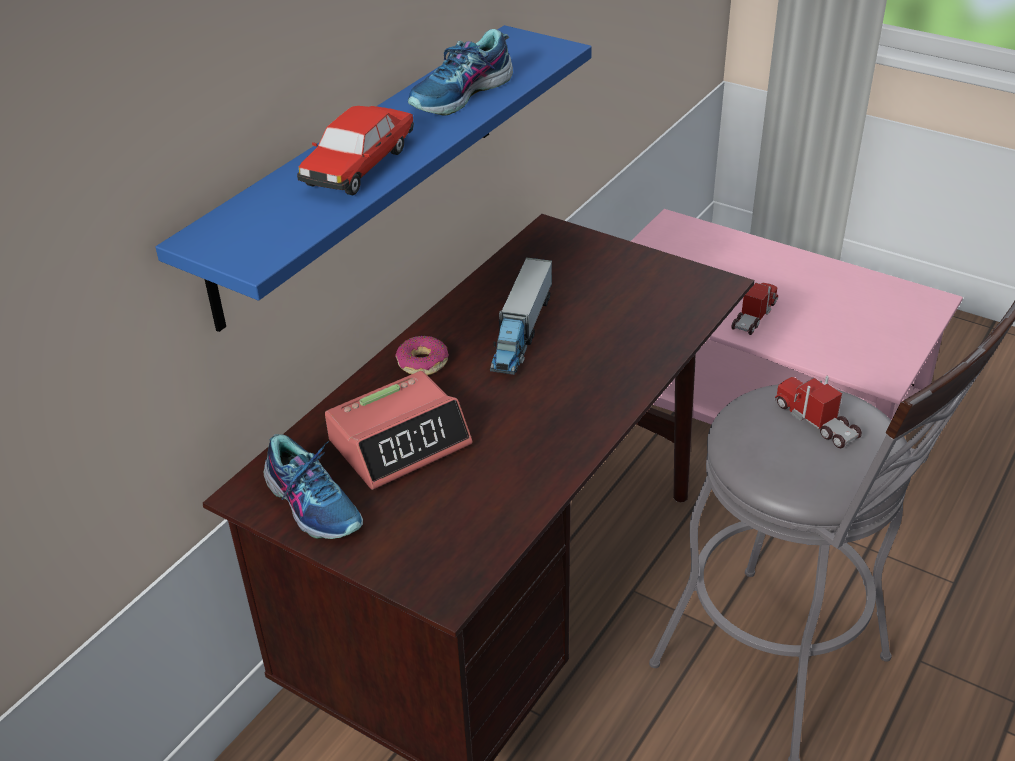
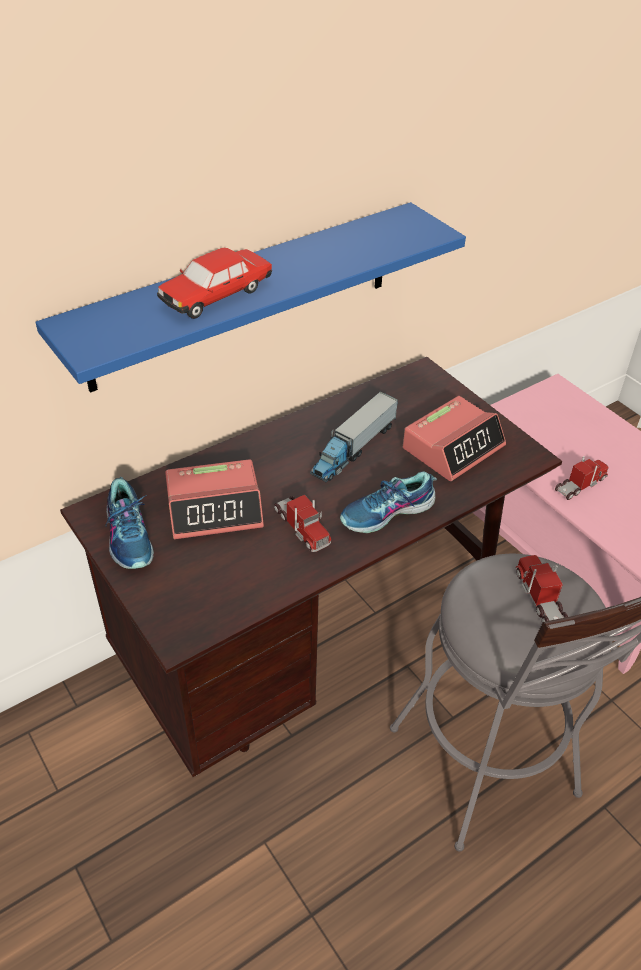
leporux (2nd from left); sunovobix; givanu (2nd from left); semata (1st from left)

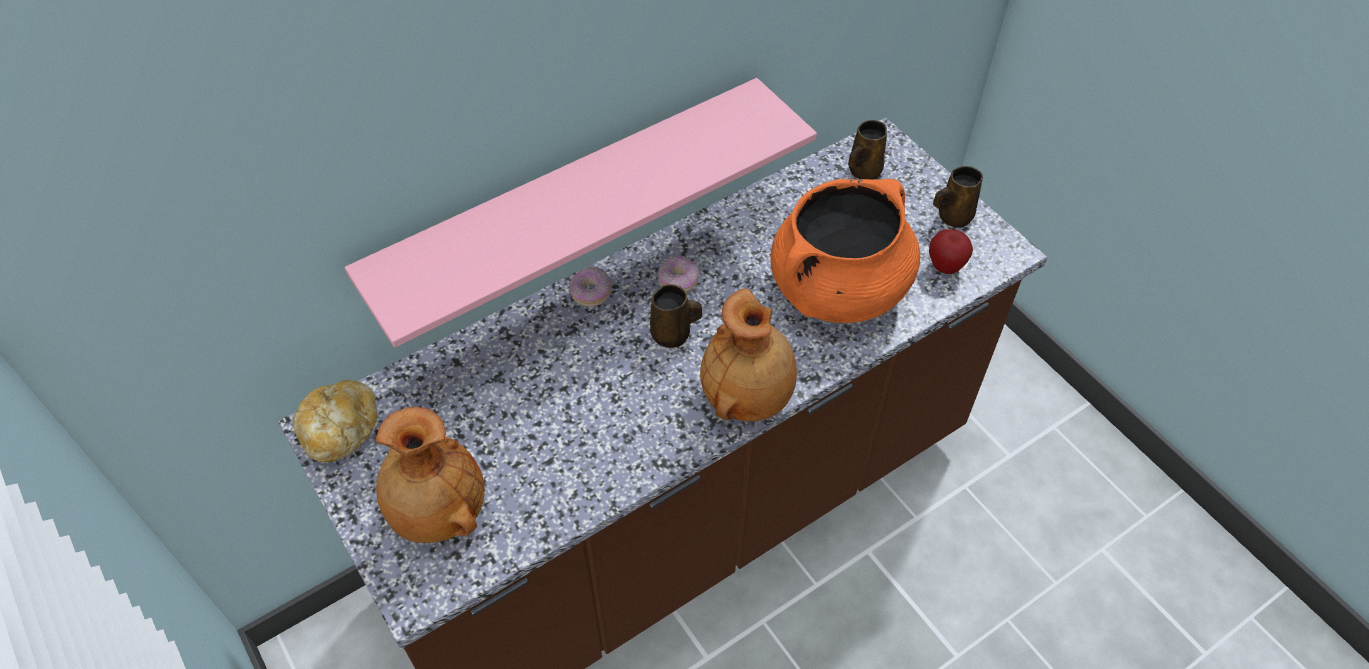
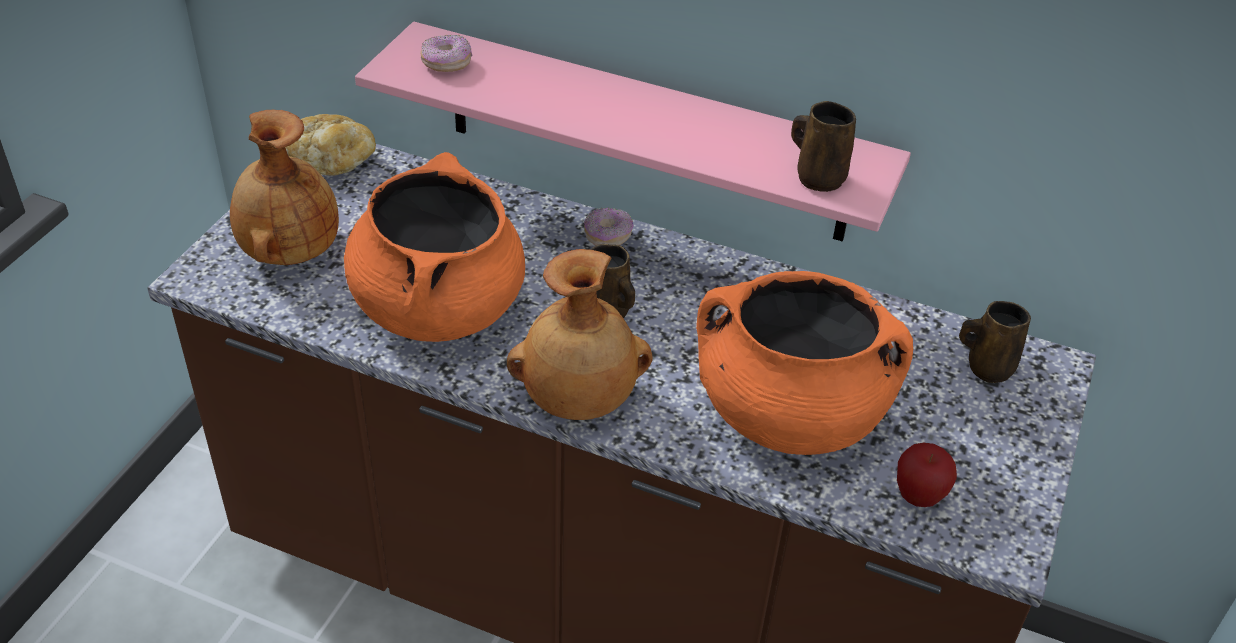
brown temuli (2nd from left); sunovobix (1st from left); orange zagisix (1st from left)

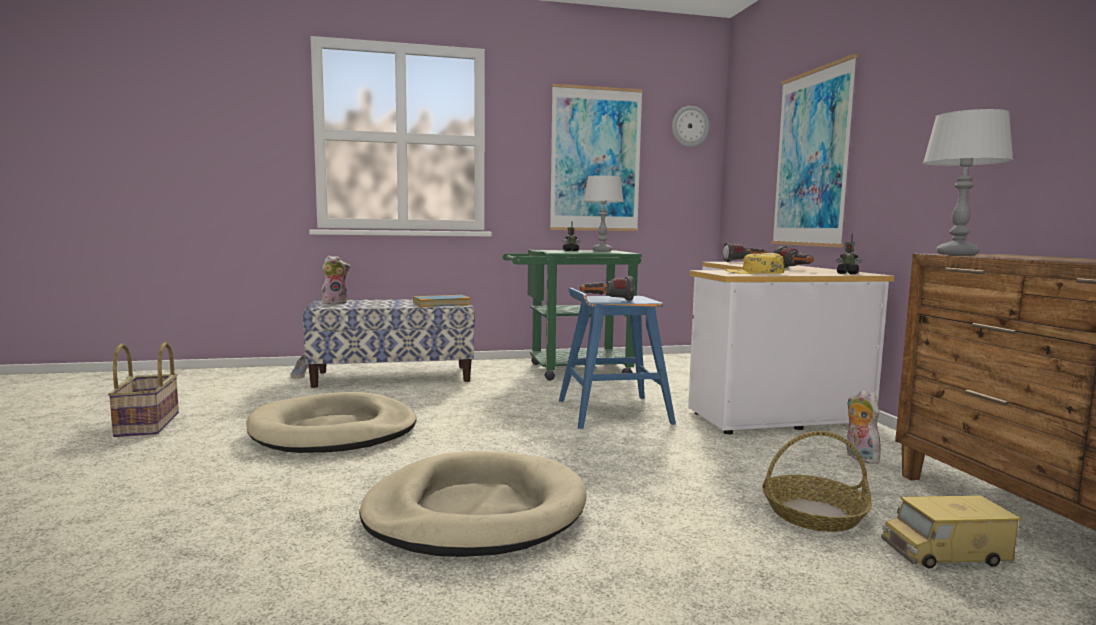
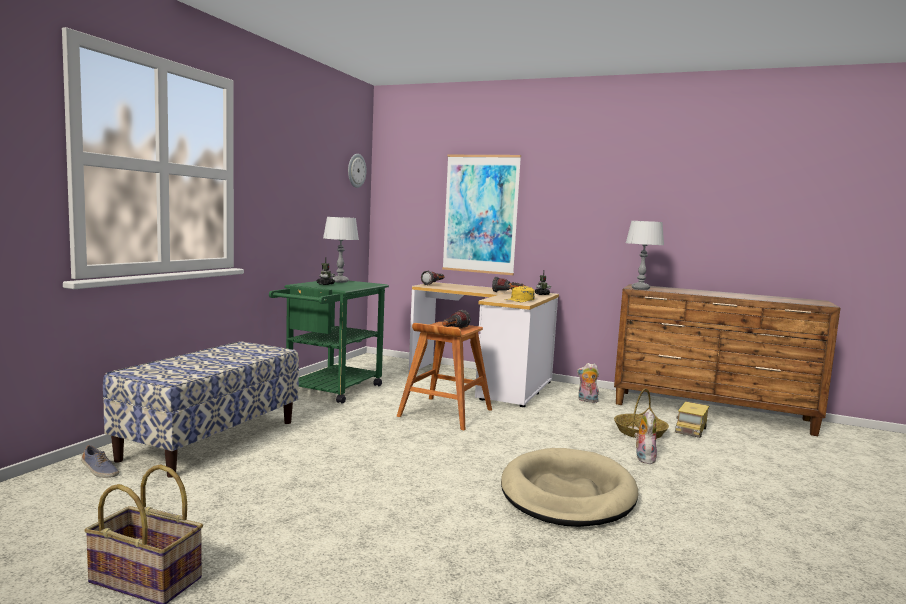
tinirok (1st from left in the first image); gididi (2nd from left); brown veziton; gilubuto; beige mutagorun (1st from left in the first image)

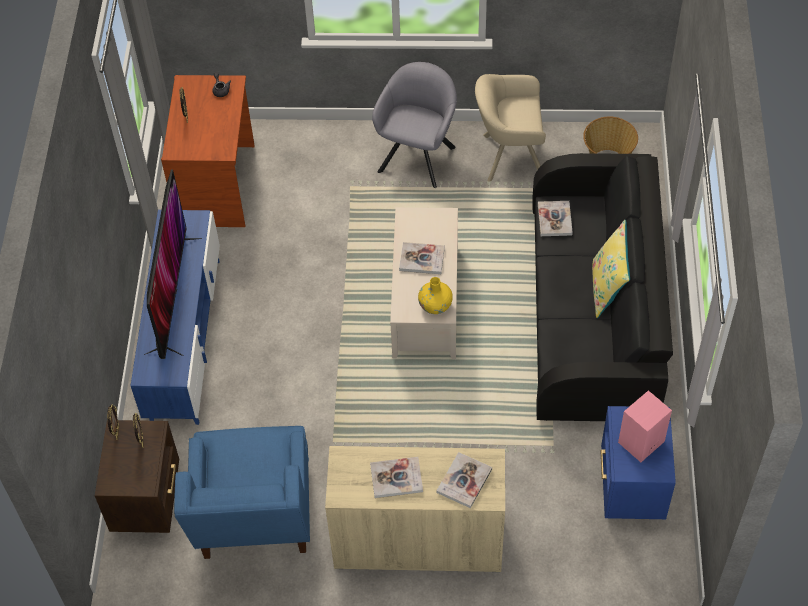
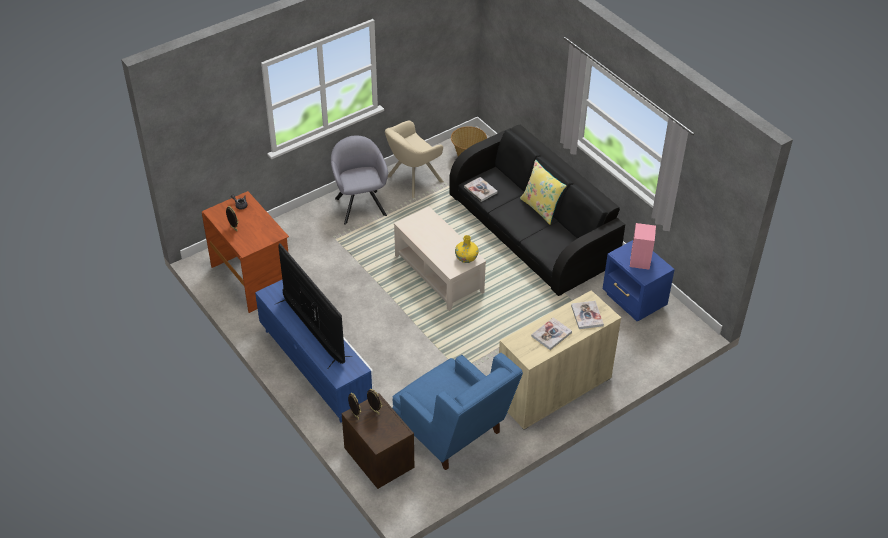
gilubuto (2nd from left in the first image)

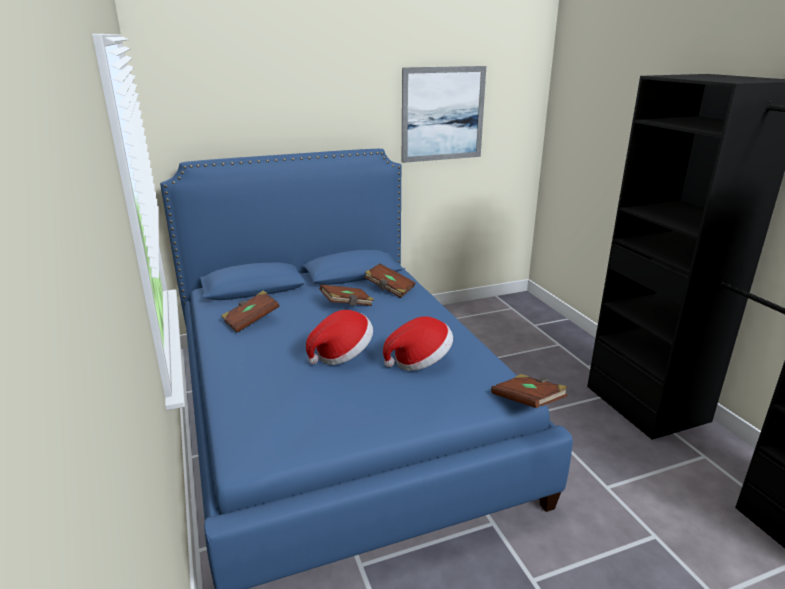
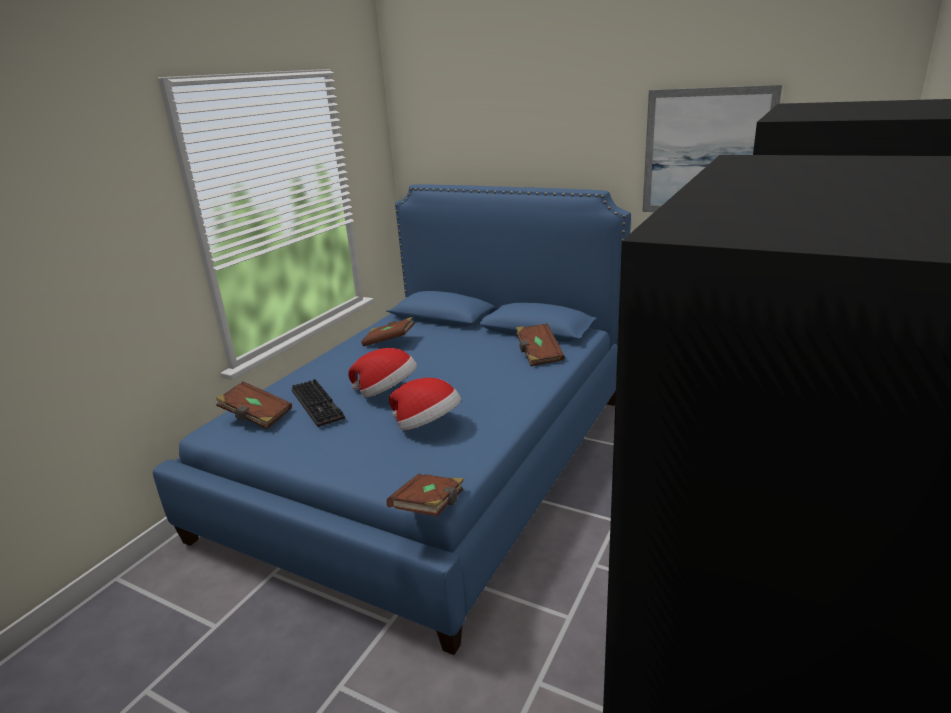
brown gilubuto (1st from left); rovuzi

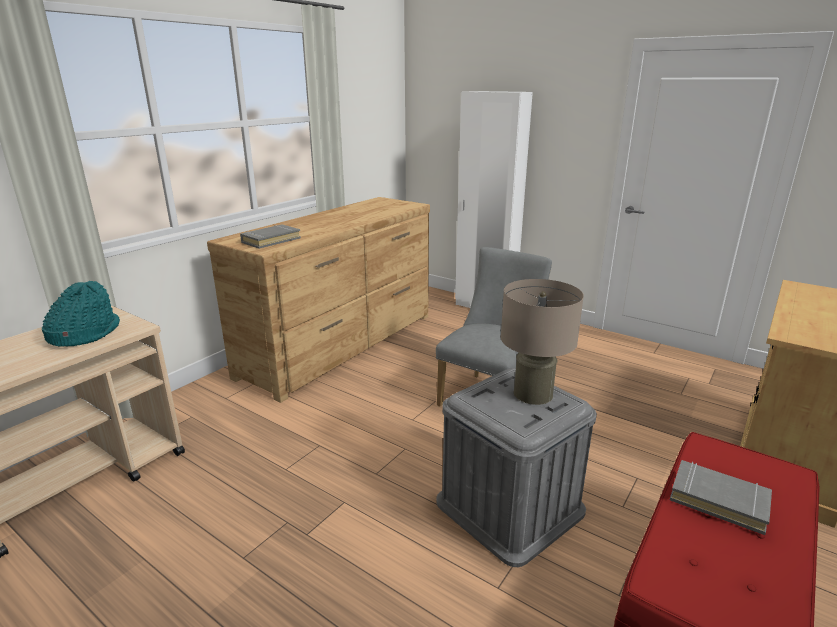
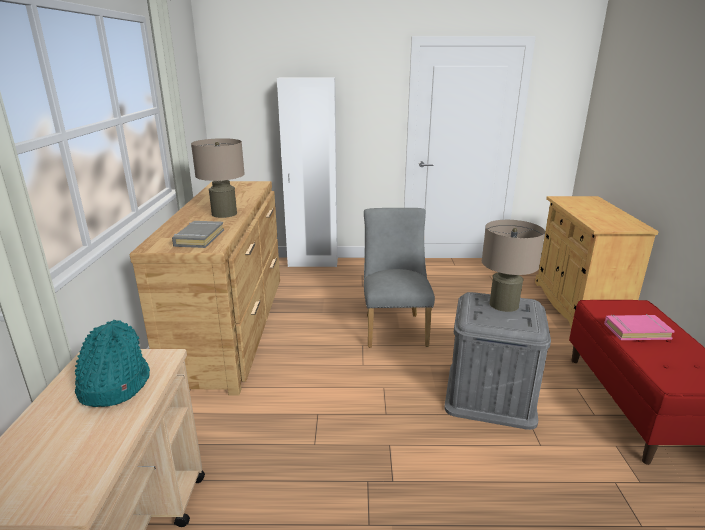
pink gilubuto; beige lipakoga (1st from left)

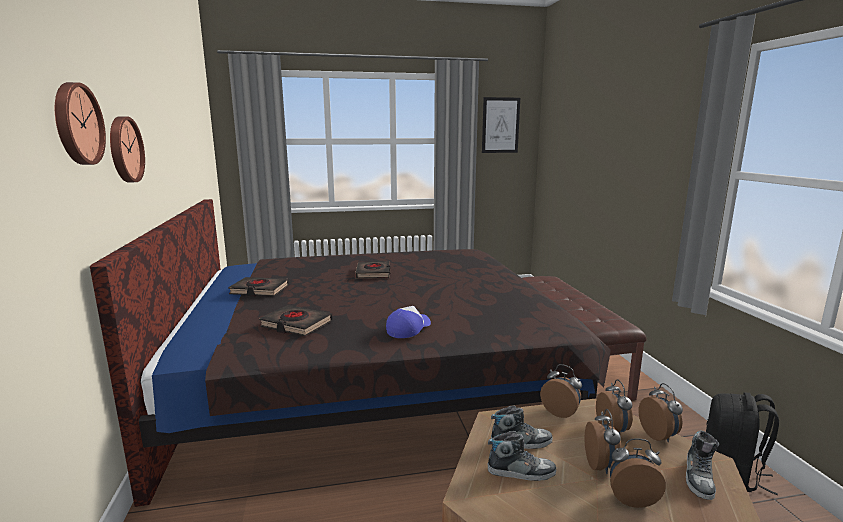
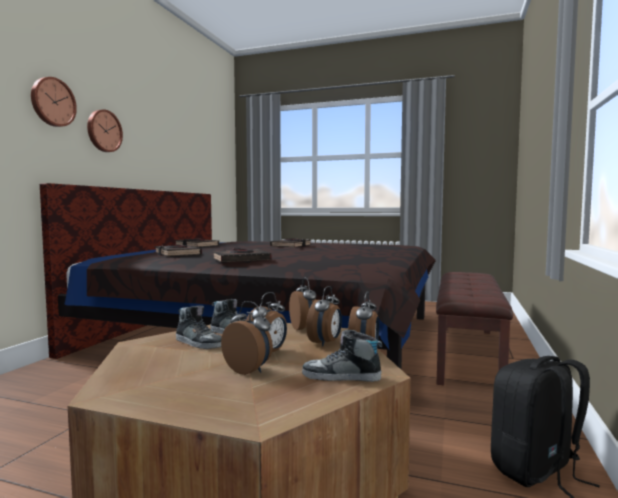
tinirok; black gilubuto (3rd from left); leporux (3rd from left)

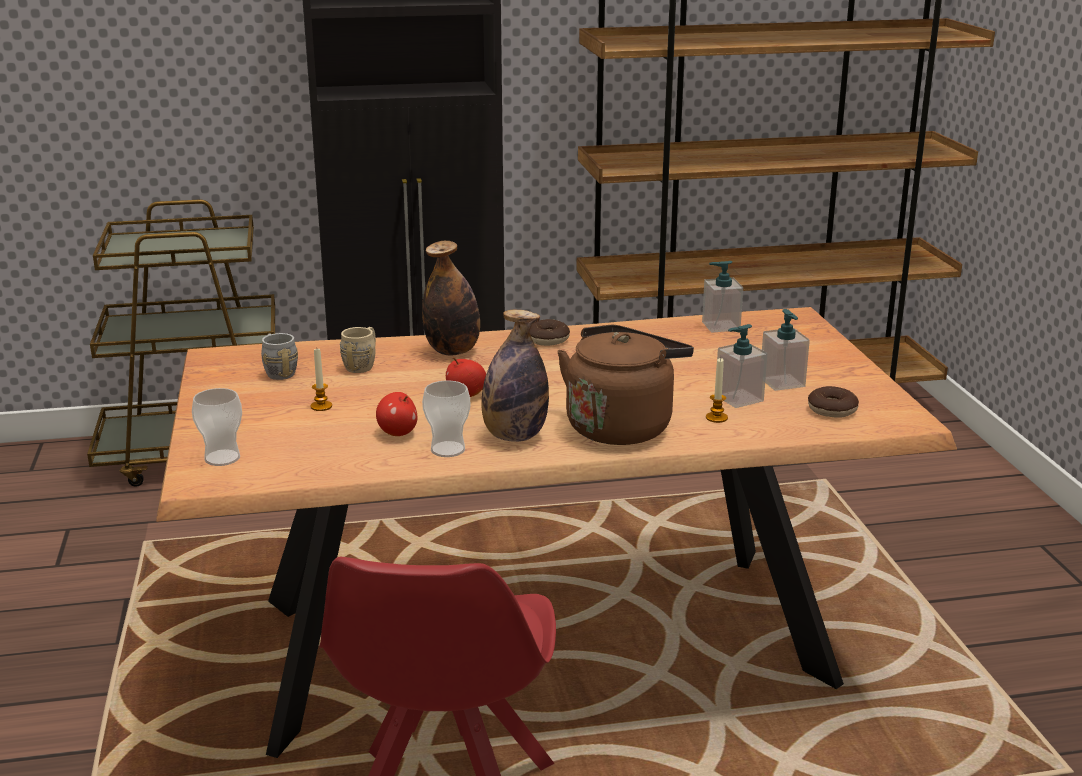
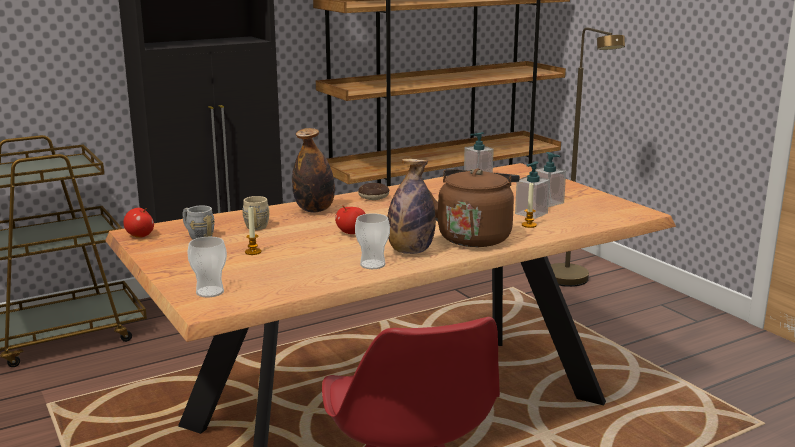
sunovobix (2nd from left in the first image); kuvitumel (1st from left); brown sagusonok

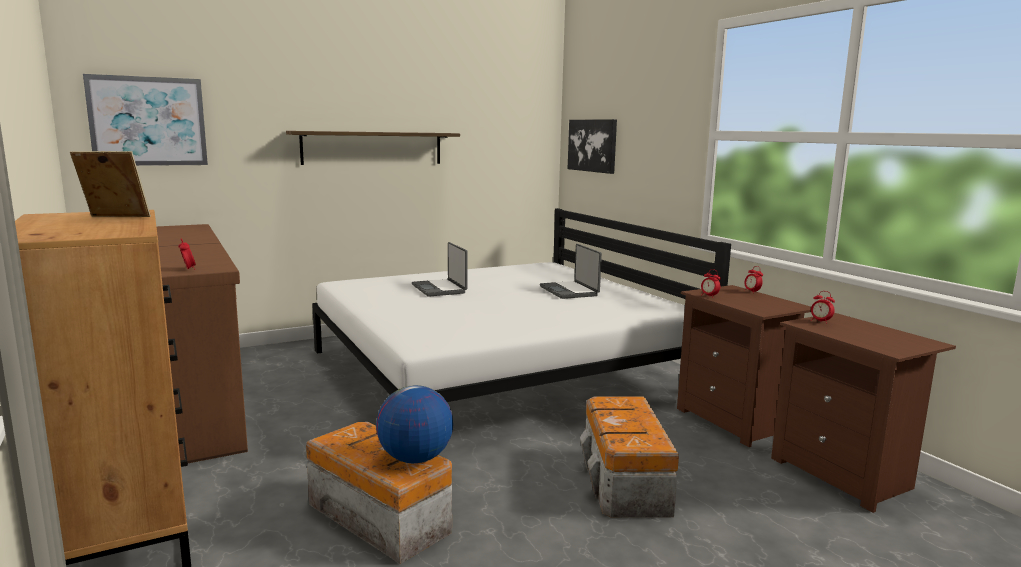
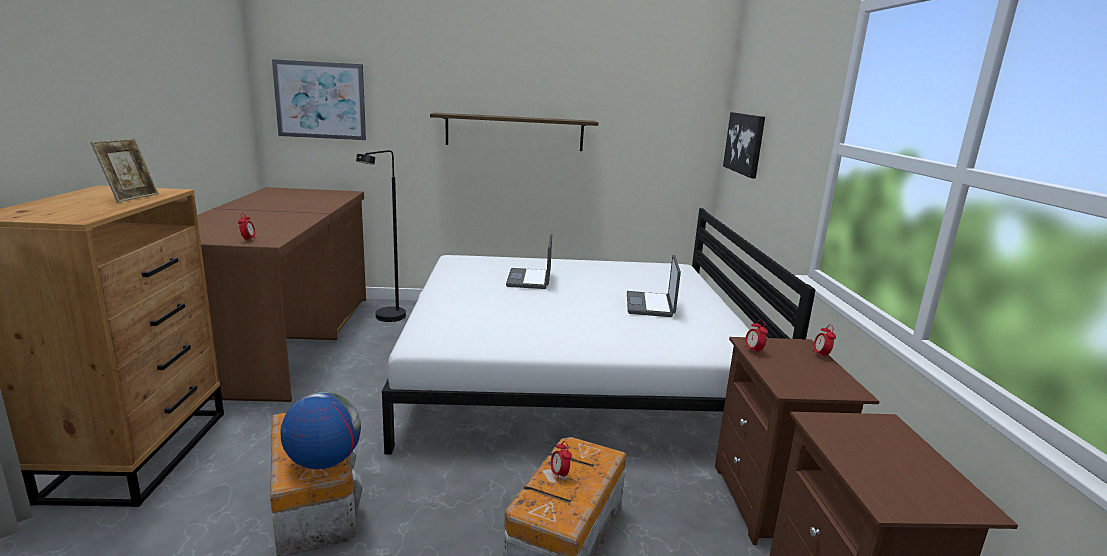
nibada; givanu (2nd from left); black sagusonok

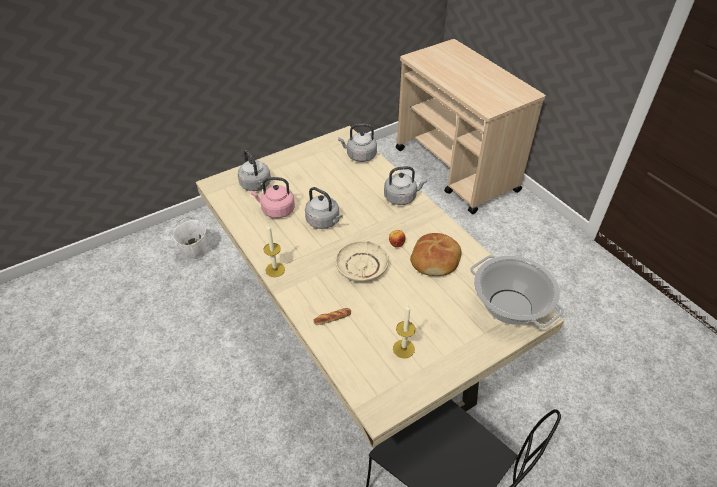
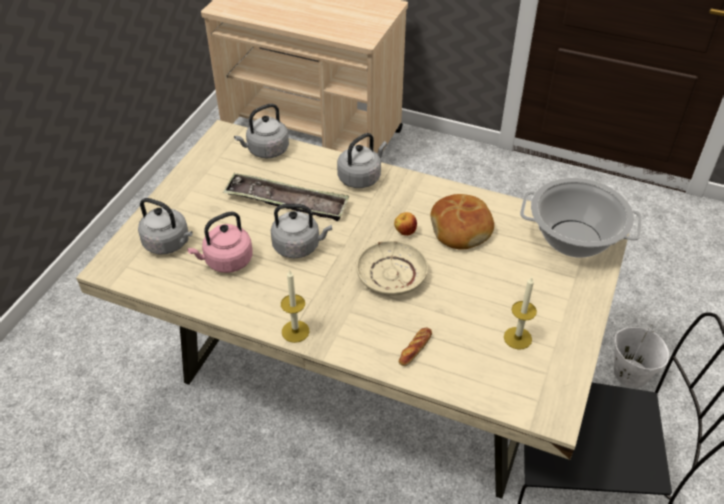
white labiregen; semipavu

